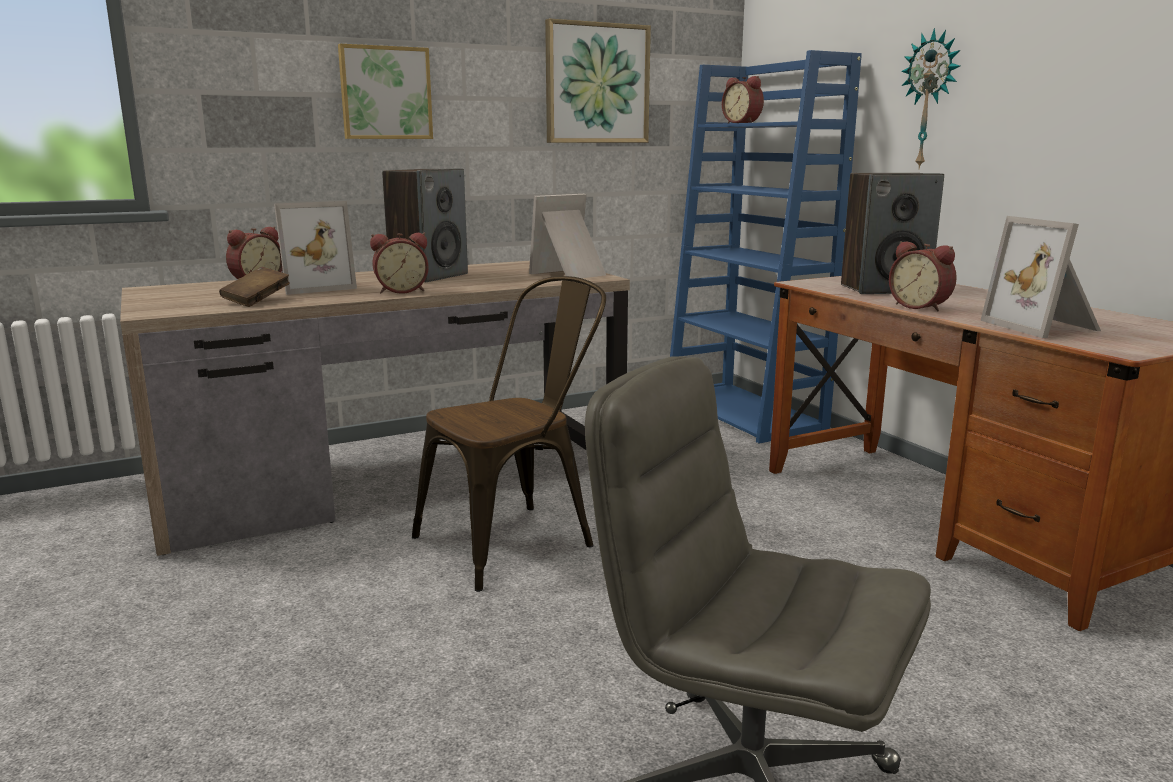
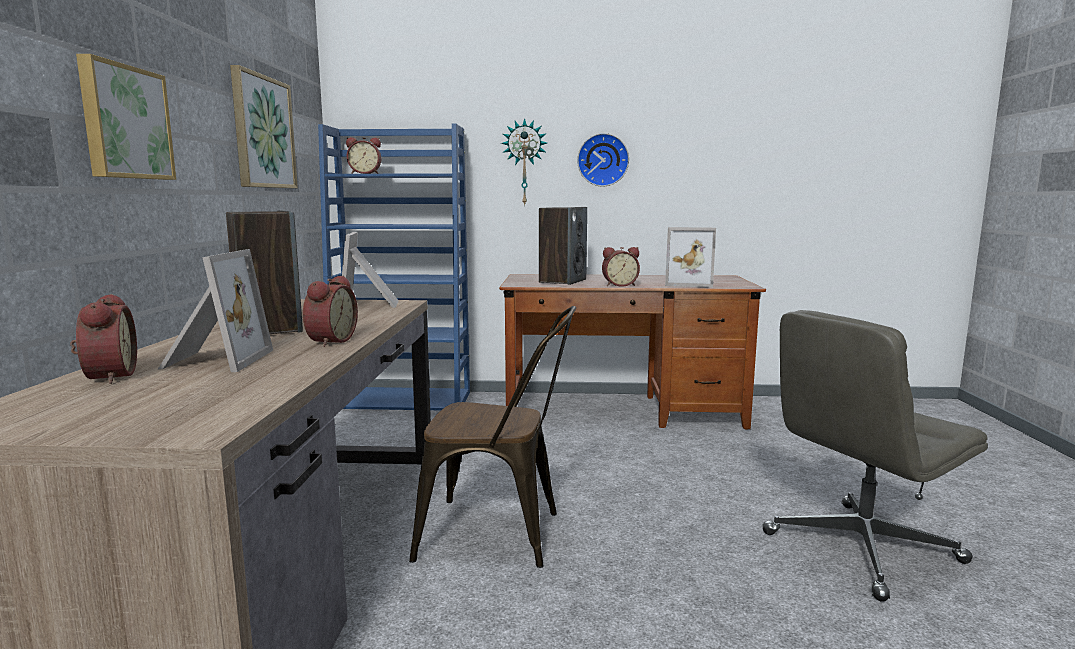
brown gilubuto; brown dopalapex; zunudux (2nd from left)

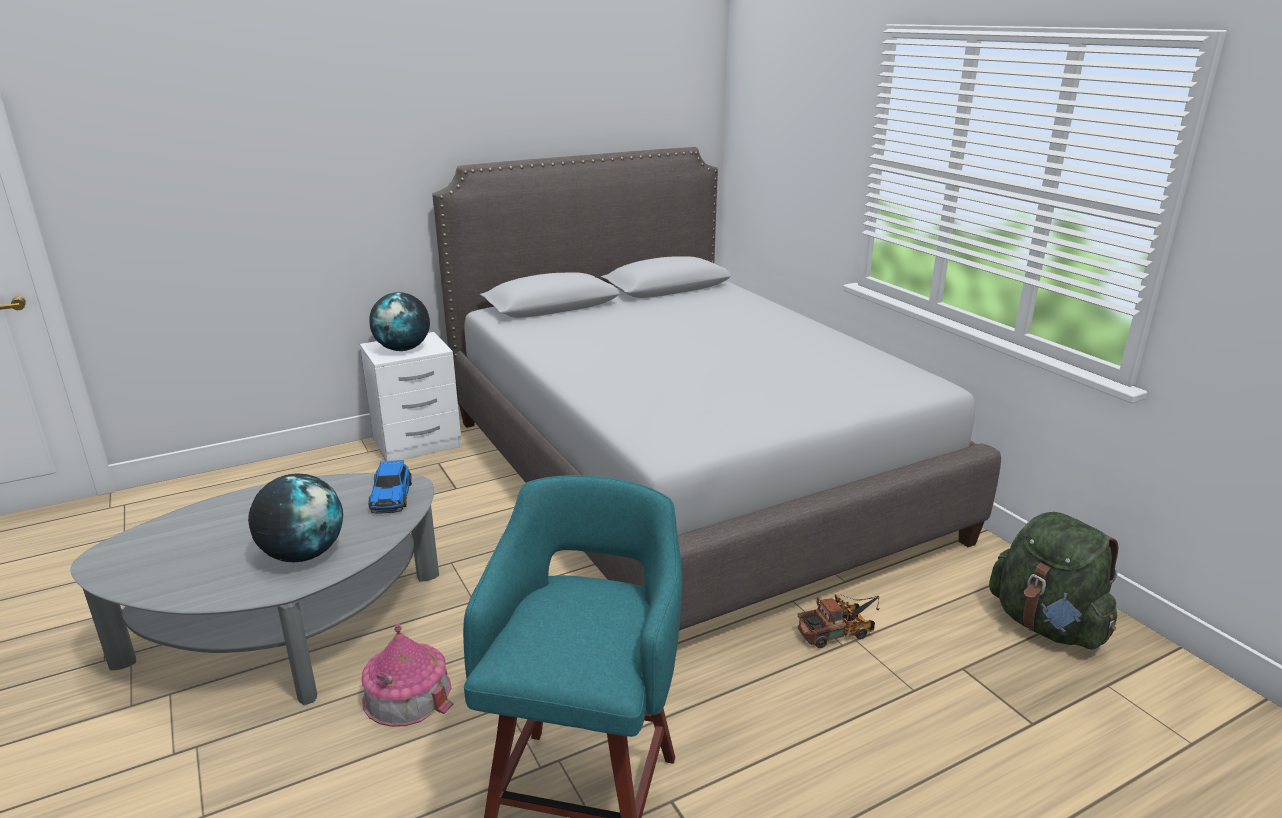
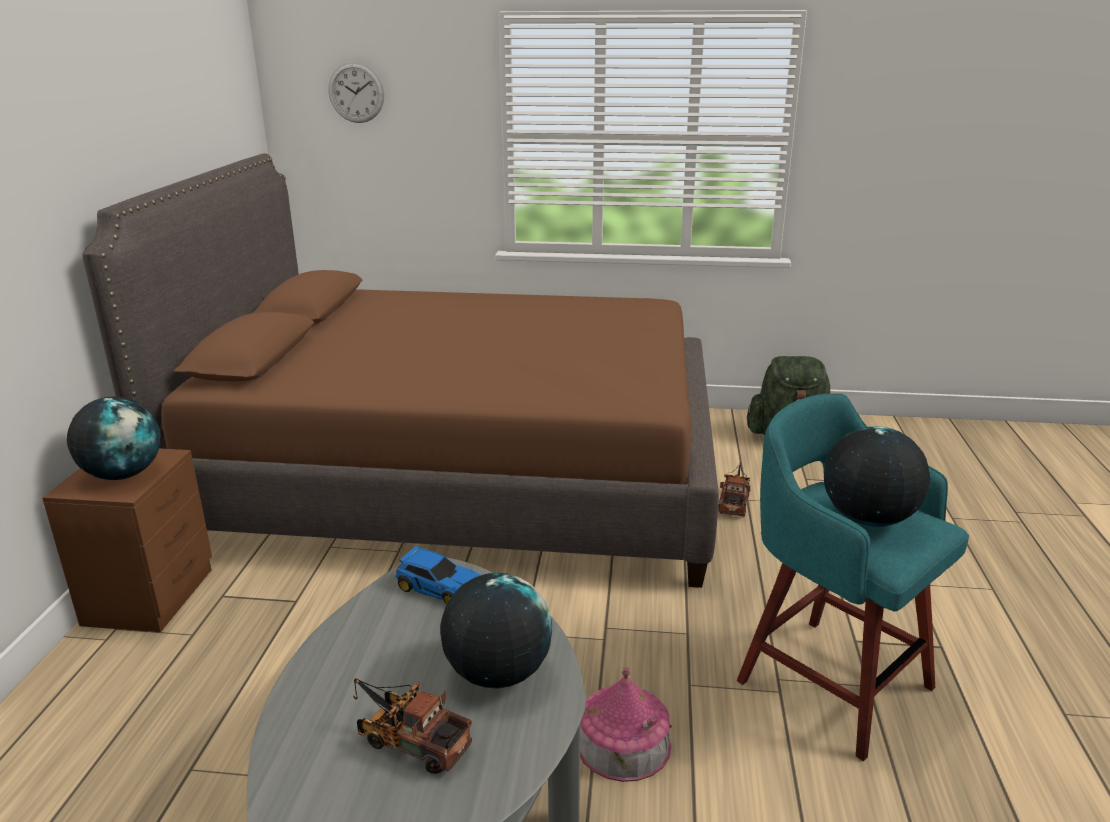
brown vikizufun; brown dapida; zunudux; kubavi (3rd from left); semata (1st from left)

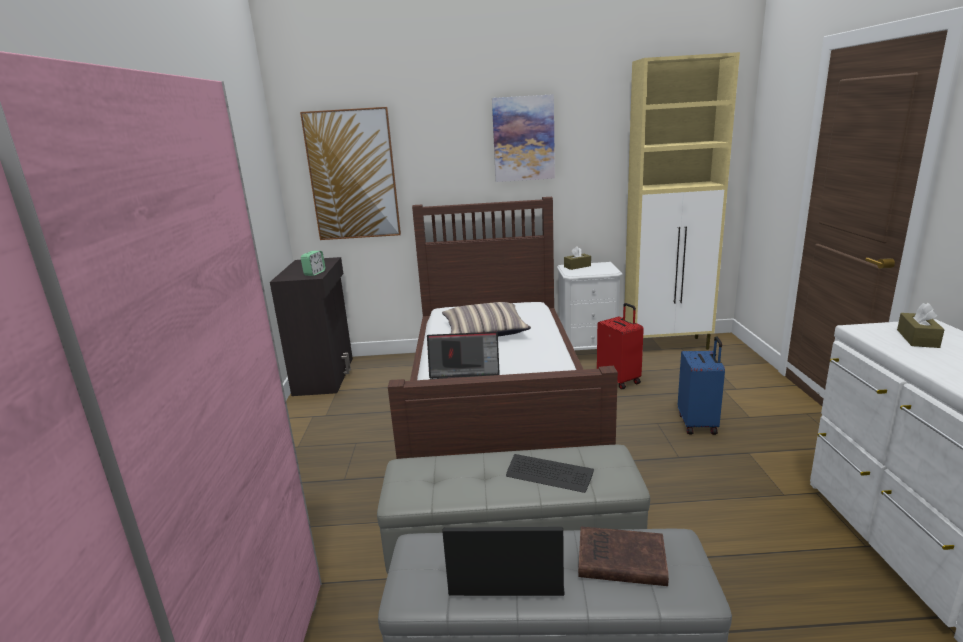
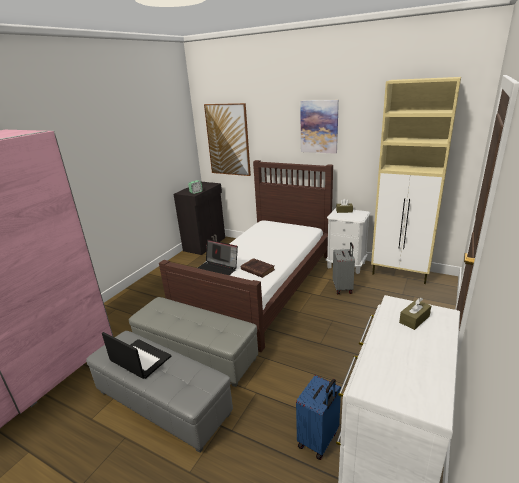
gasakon; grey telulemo; blue telulemo; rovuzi; brown gilubuto

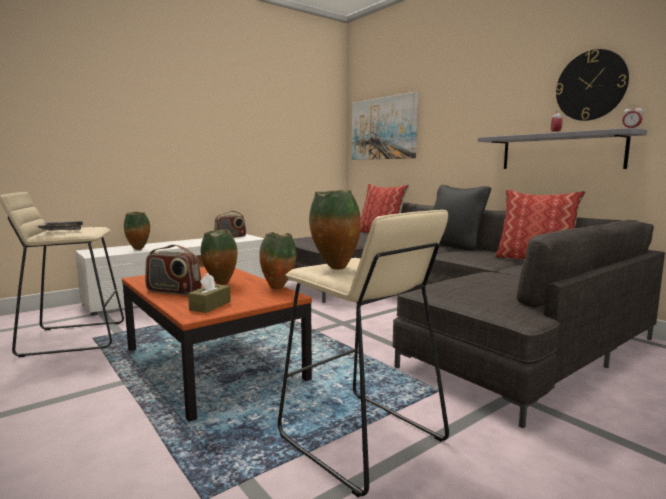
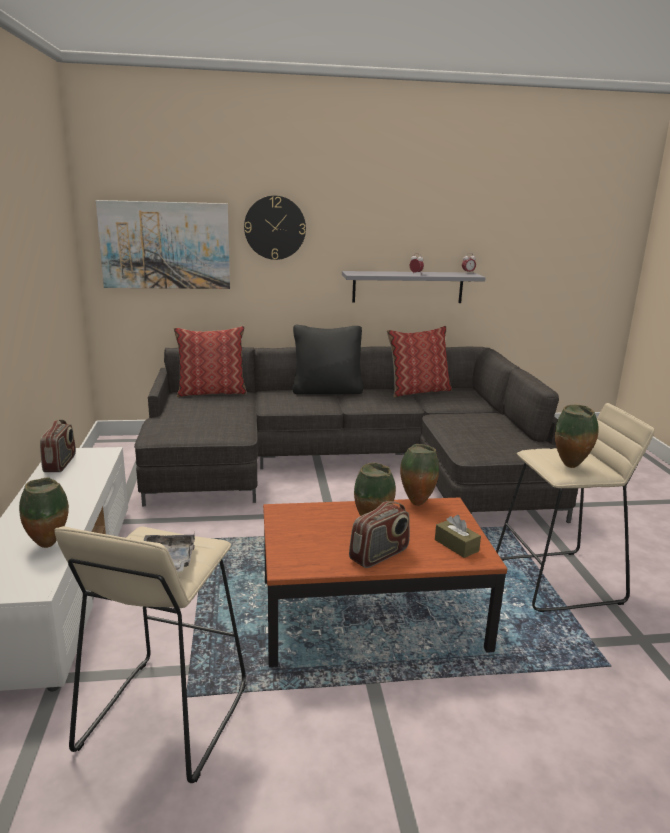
zunudux

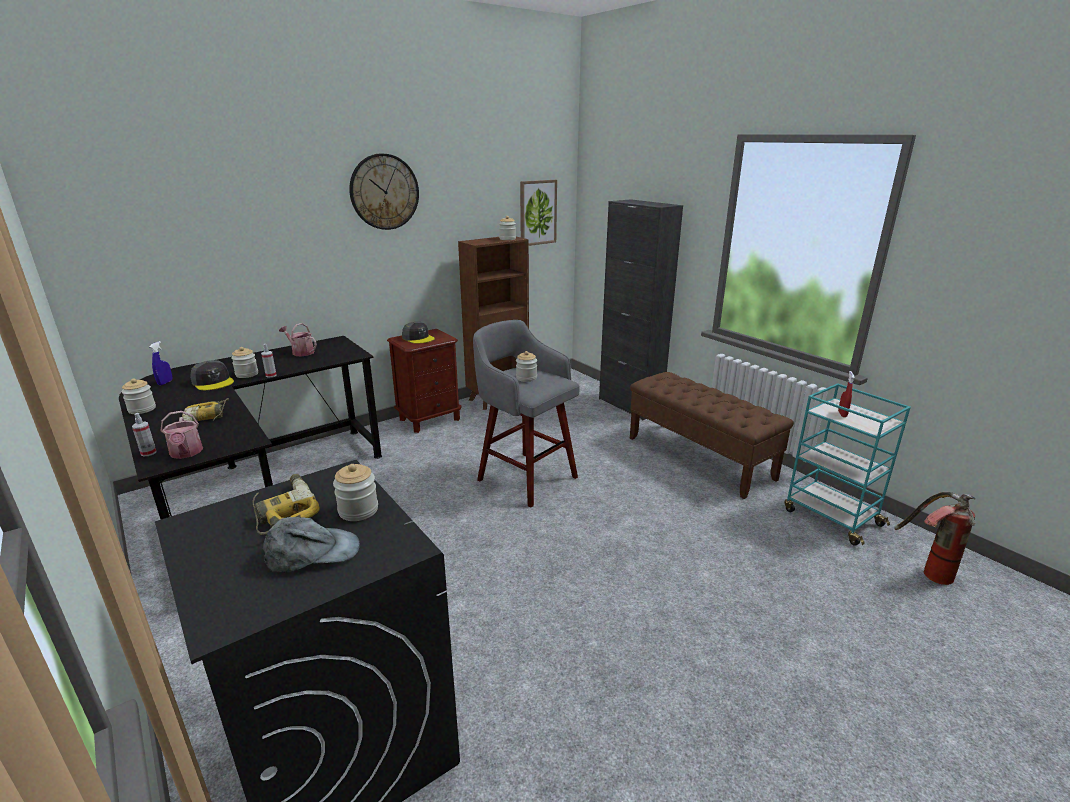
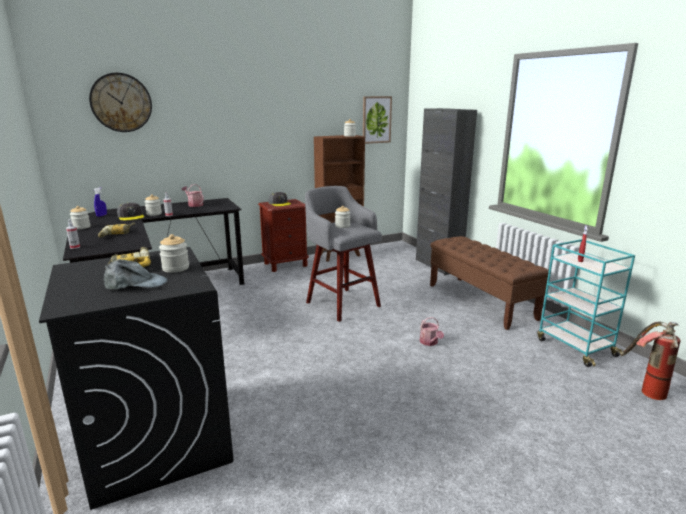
zunudux; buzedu (2nd from left)

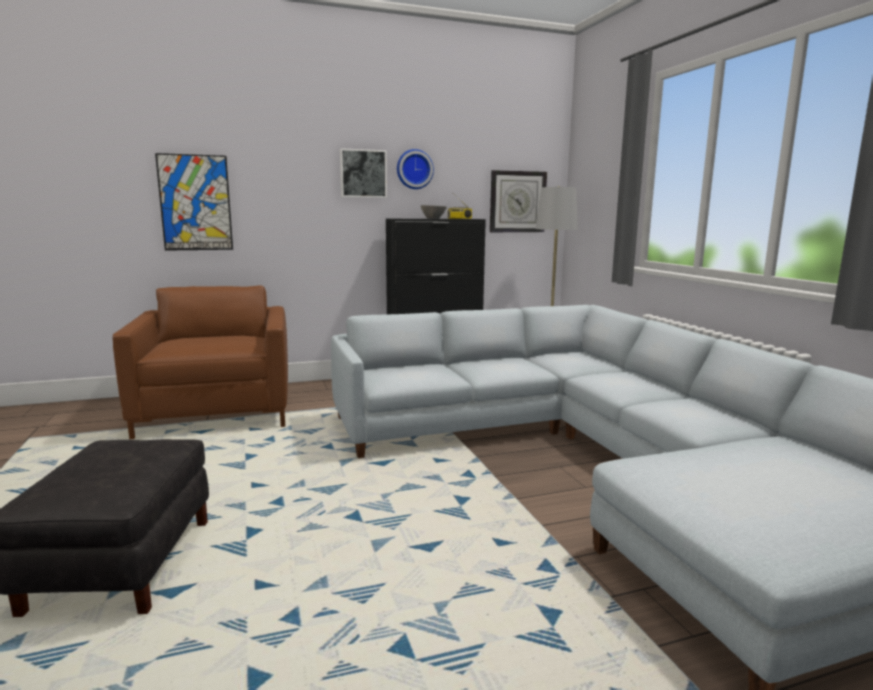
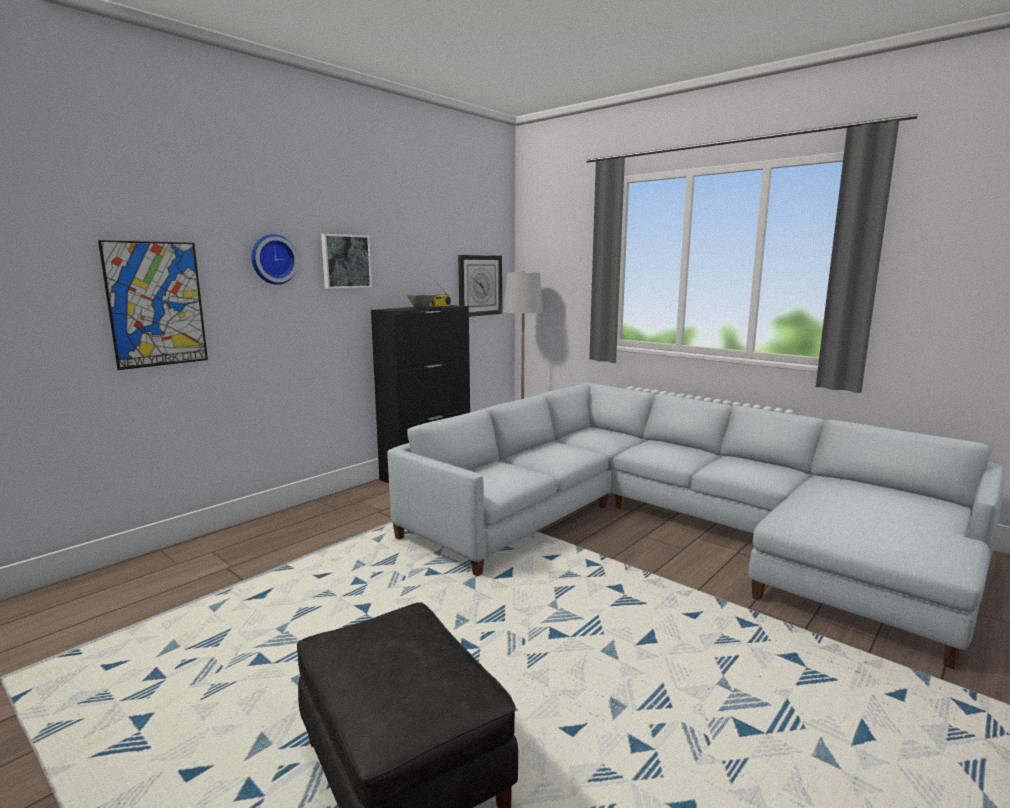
zunudux (1st from left); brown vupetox

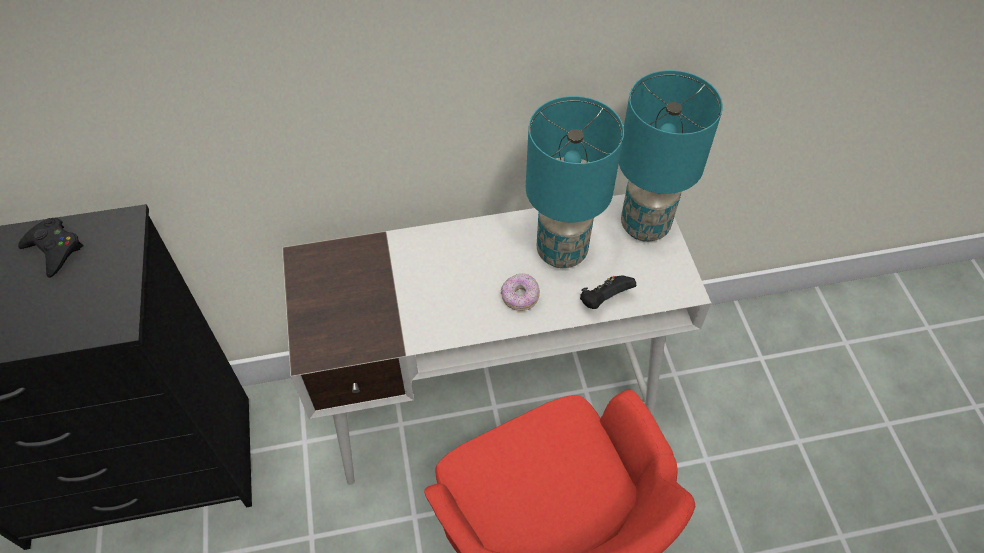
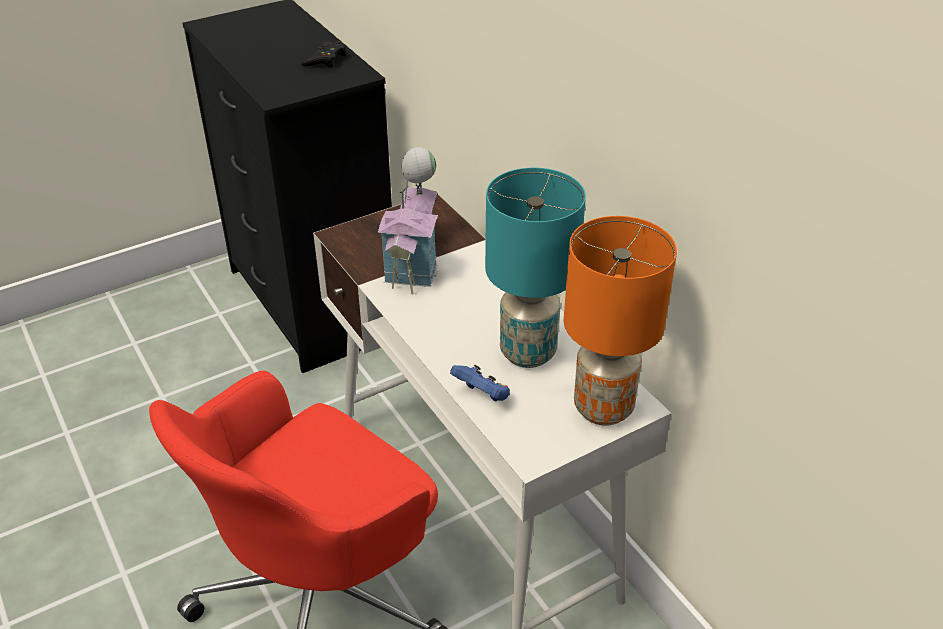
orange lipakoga; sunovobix; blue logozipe; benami

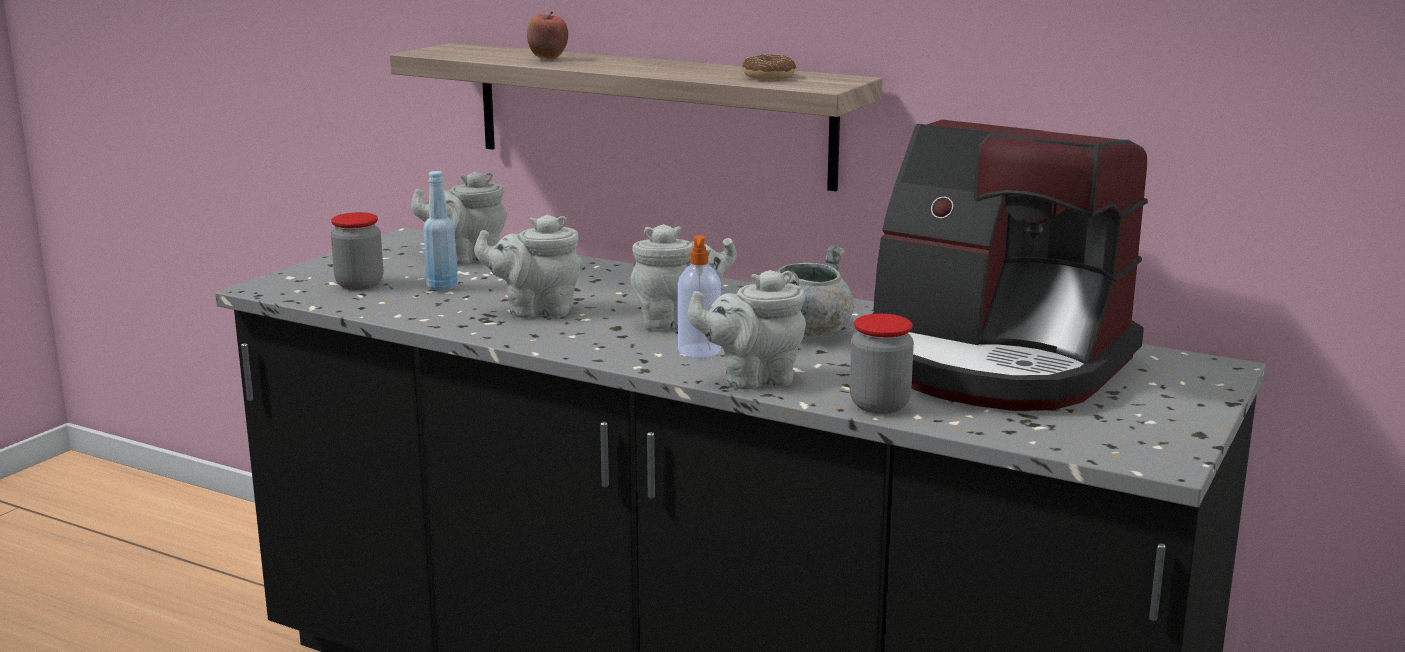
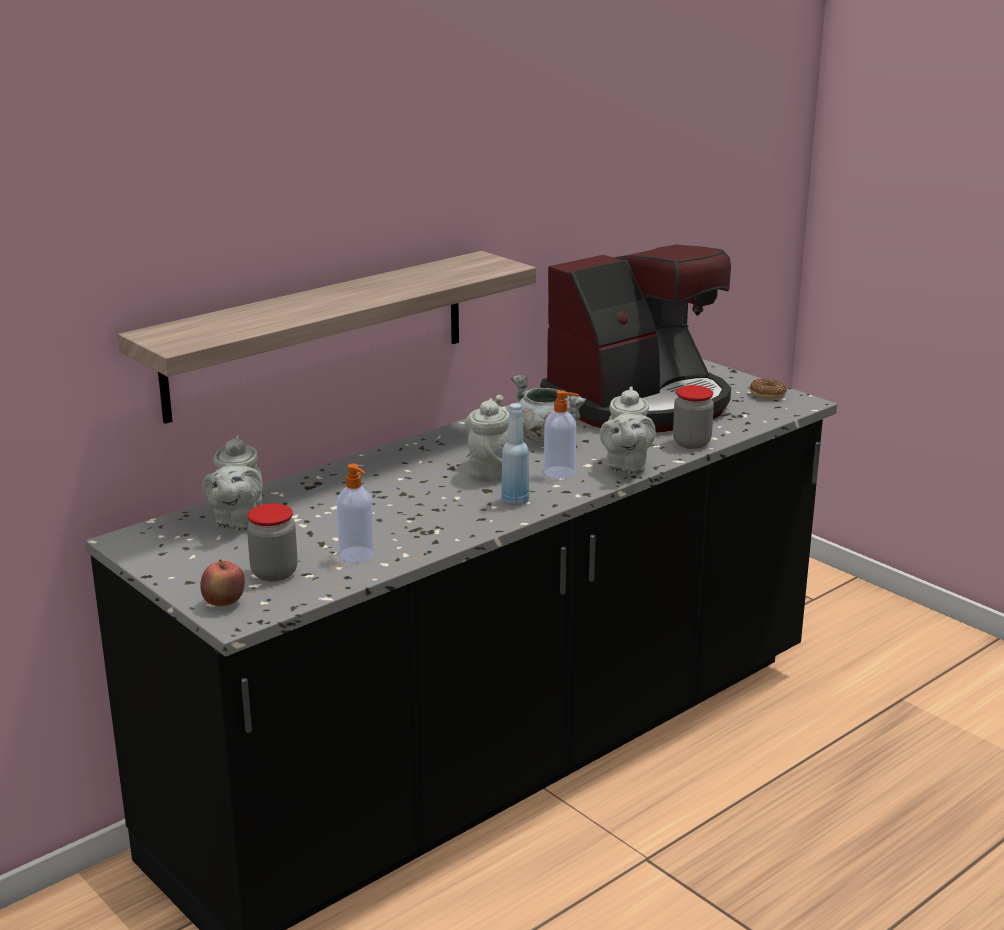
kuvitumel; sunovobix; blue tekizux; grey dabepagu (2nd from left in the first image); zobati (1st from left)

